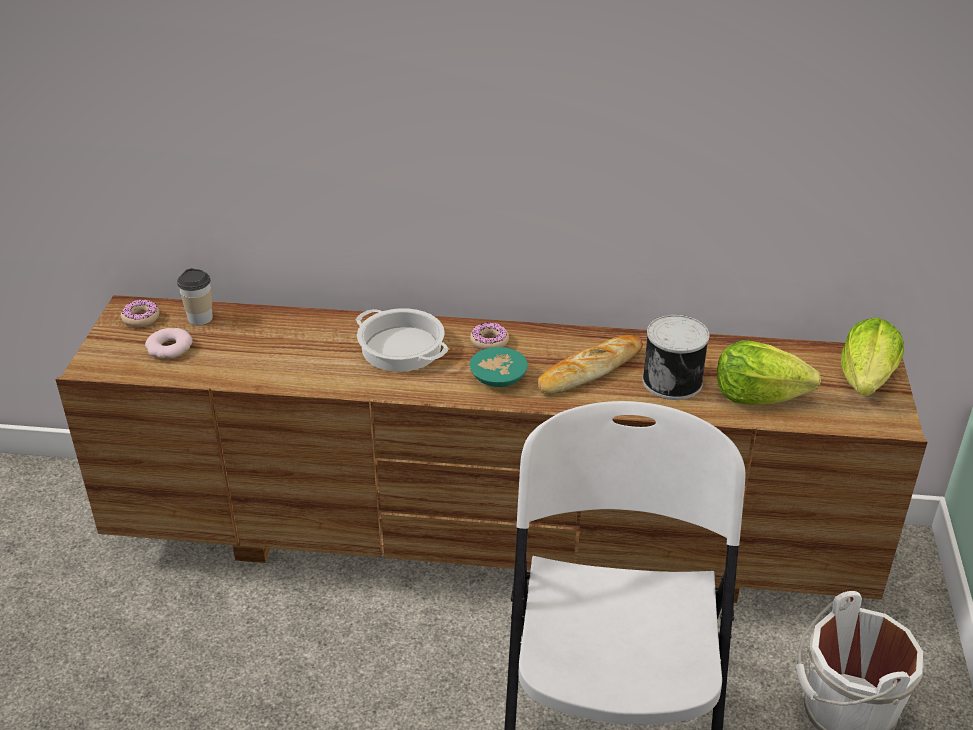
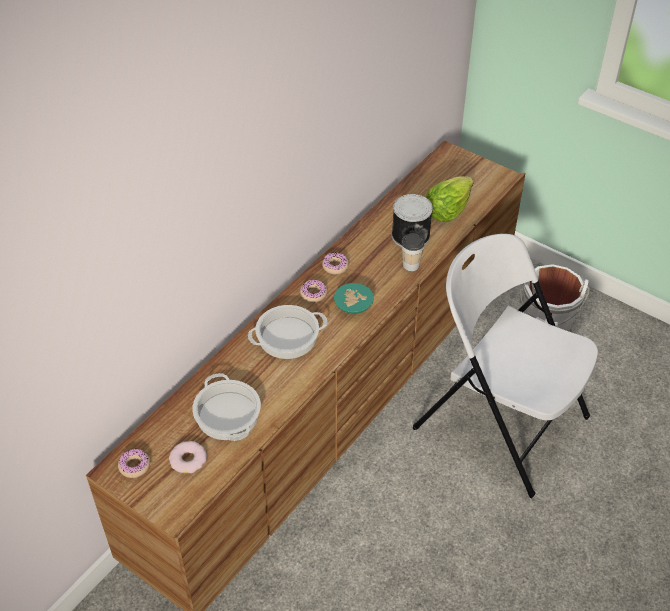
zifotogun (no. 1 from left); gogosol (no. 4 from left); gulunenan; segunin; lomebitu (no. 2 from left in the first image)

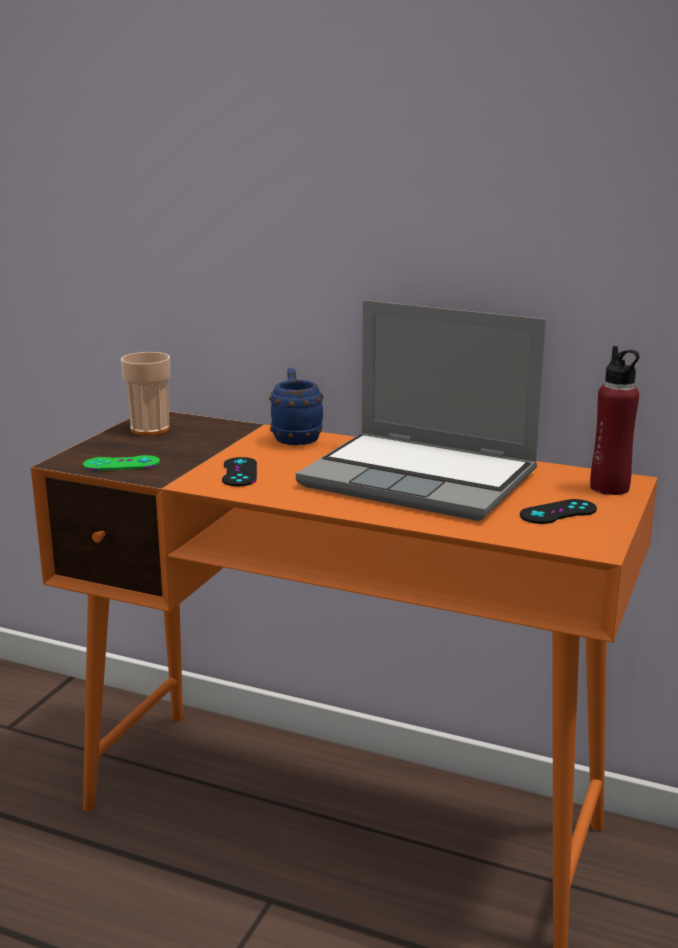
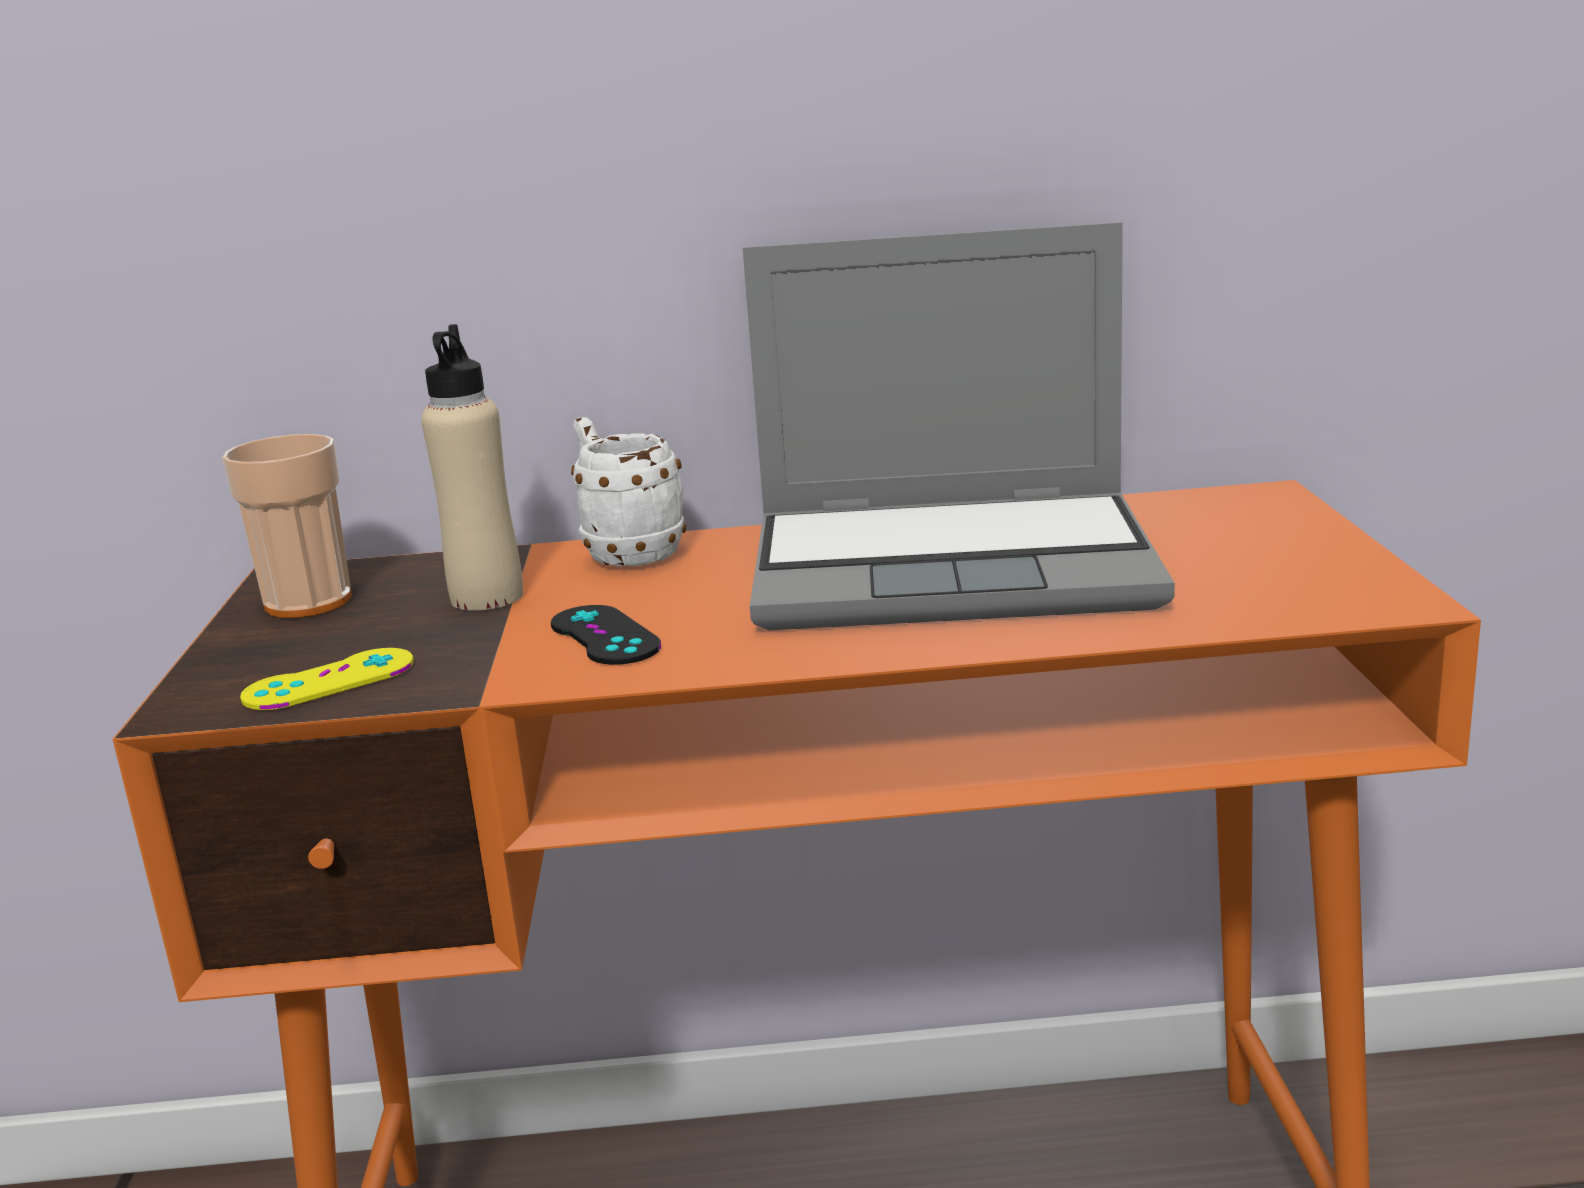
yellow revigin; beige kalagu; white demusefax; black revigin (no. 2 from left in the first image); red kalagu

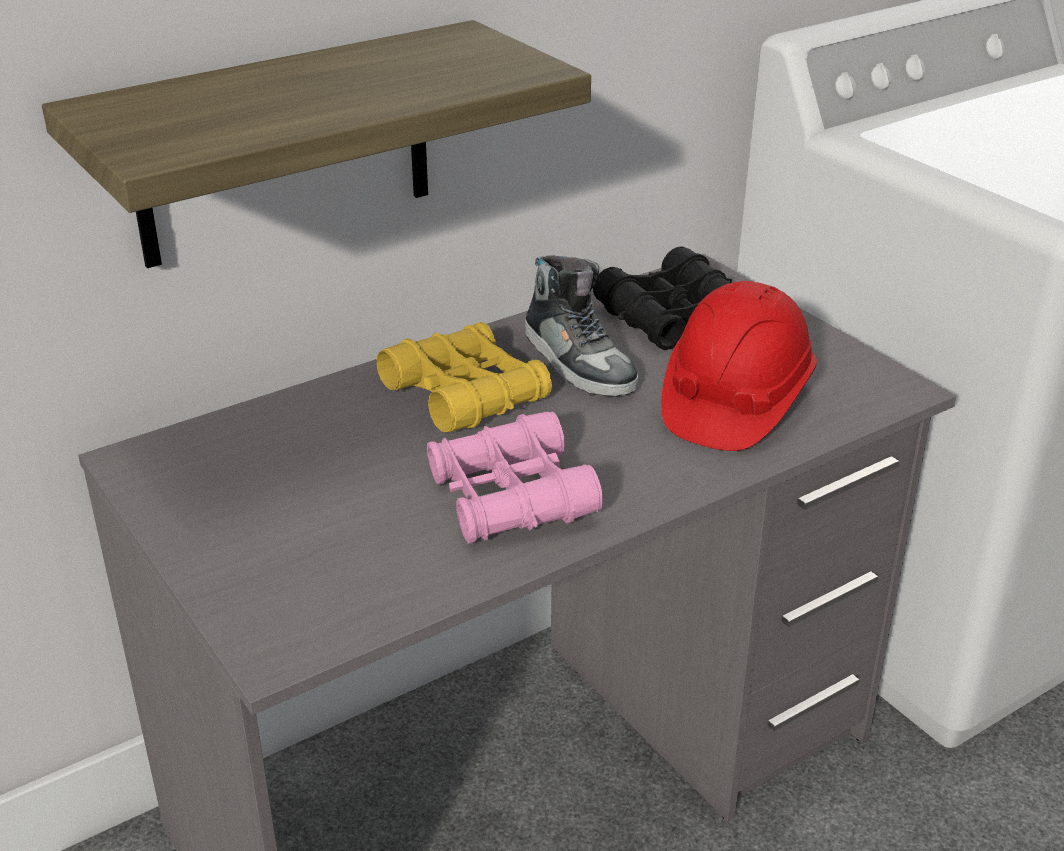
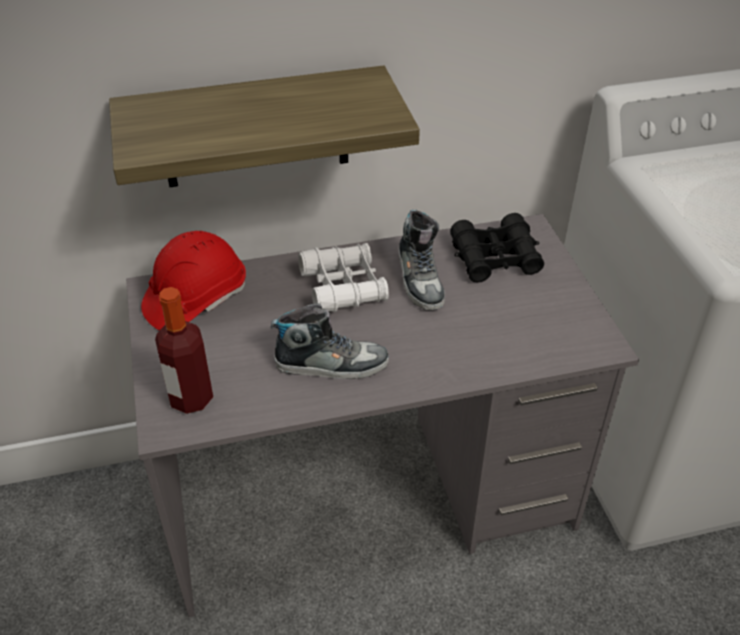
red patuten; kalagu; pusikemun (no. 1 from left); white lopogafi

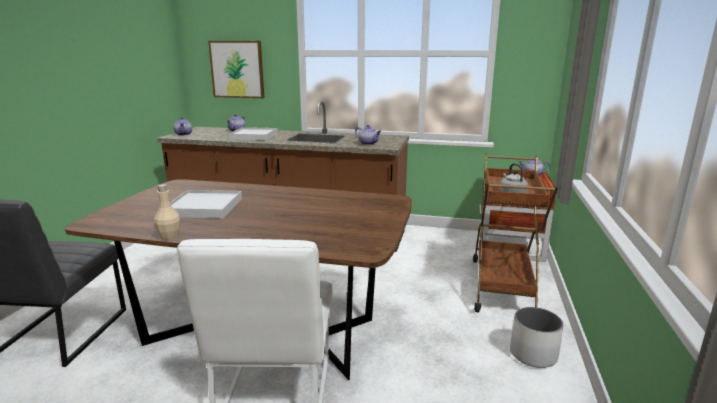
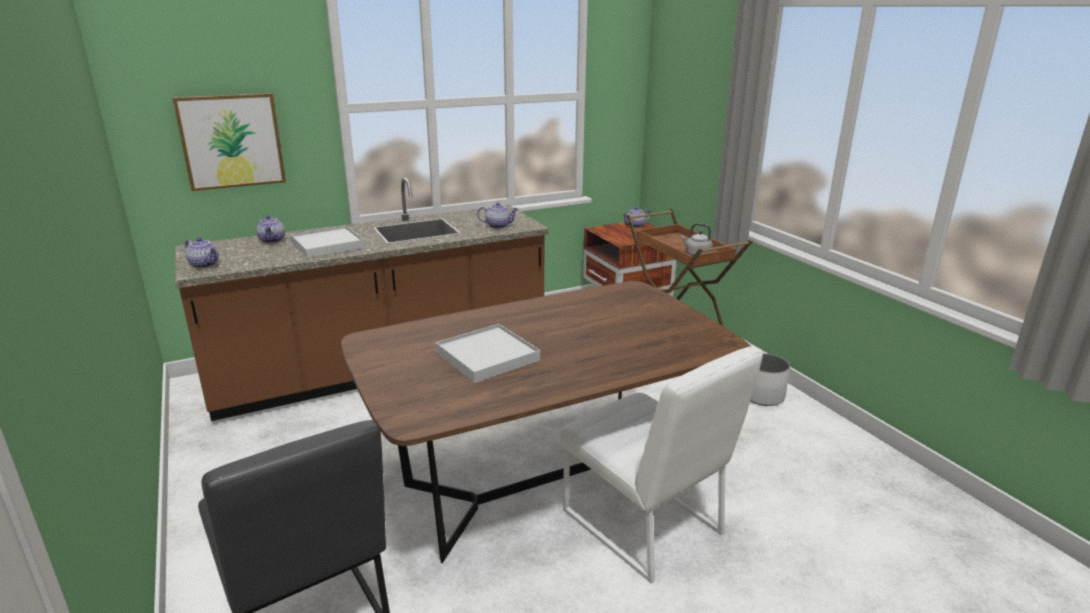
beige kalagu

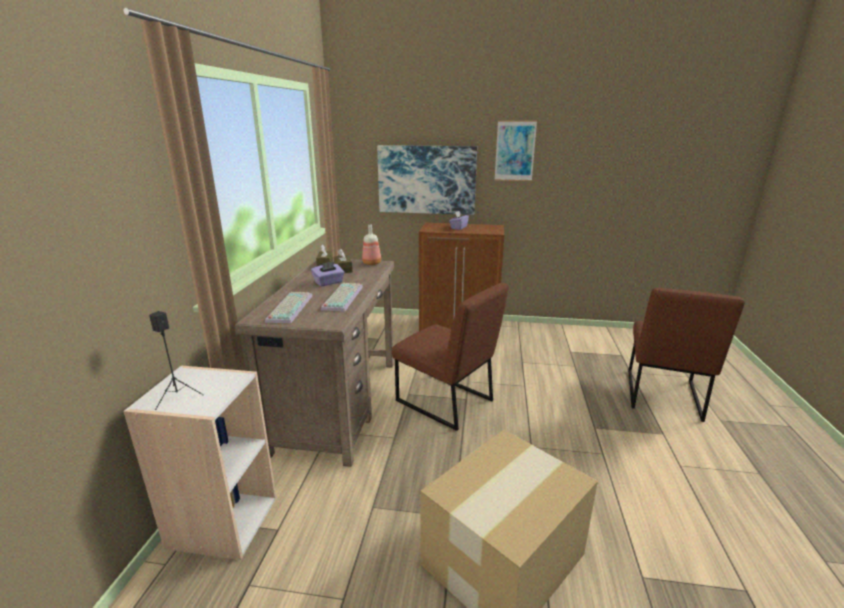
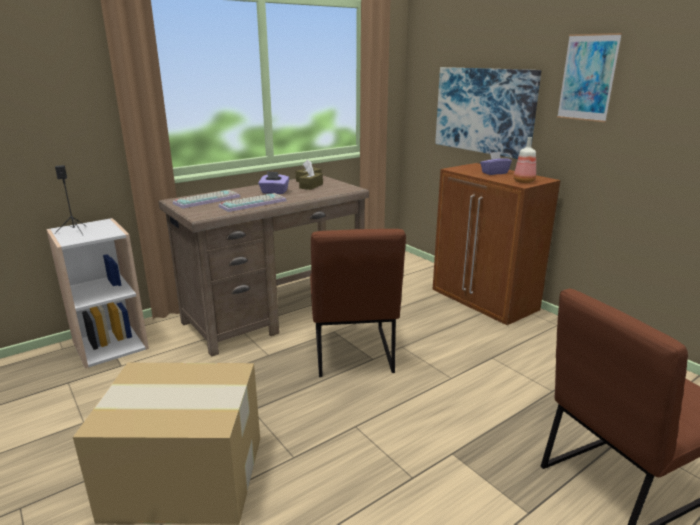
kalagu

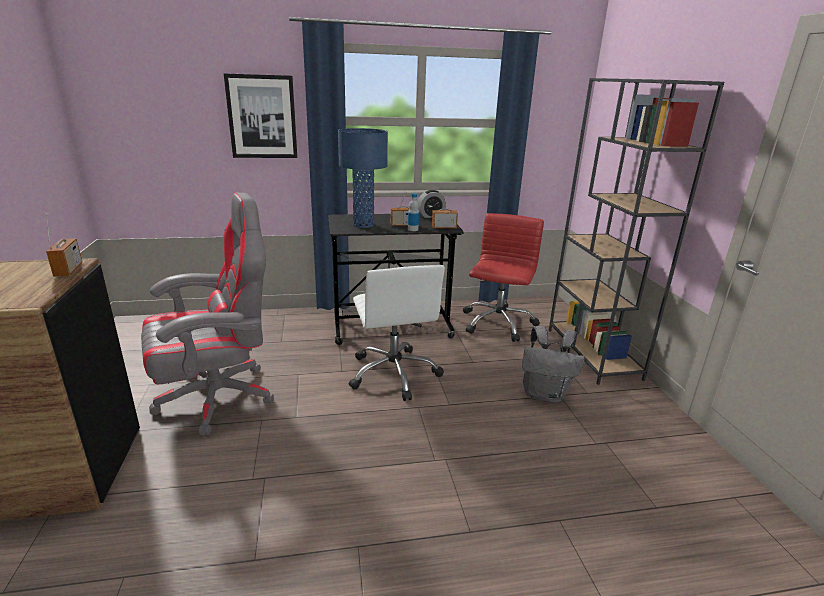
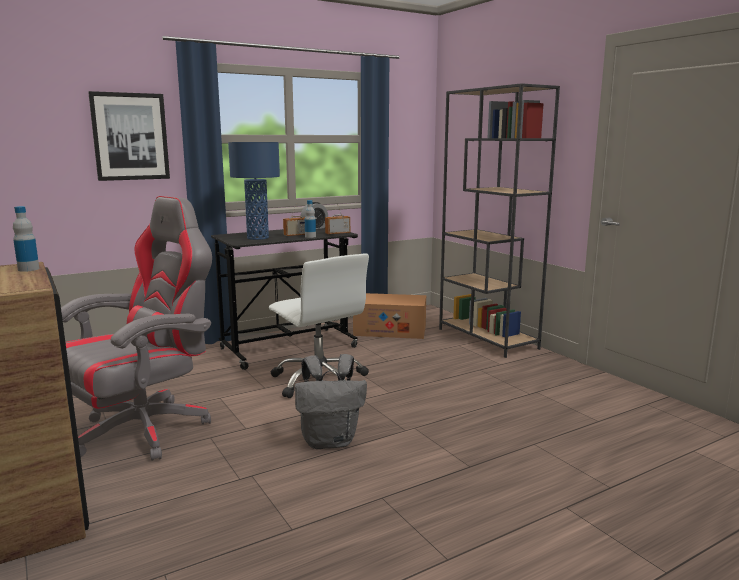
kalagu (no. 1 from left); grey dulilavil; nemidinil

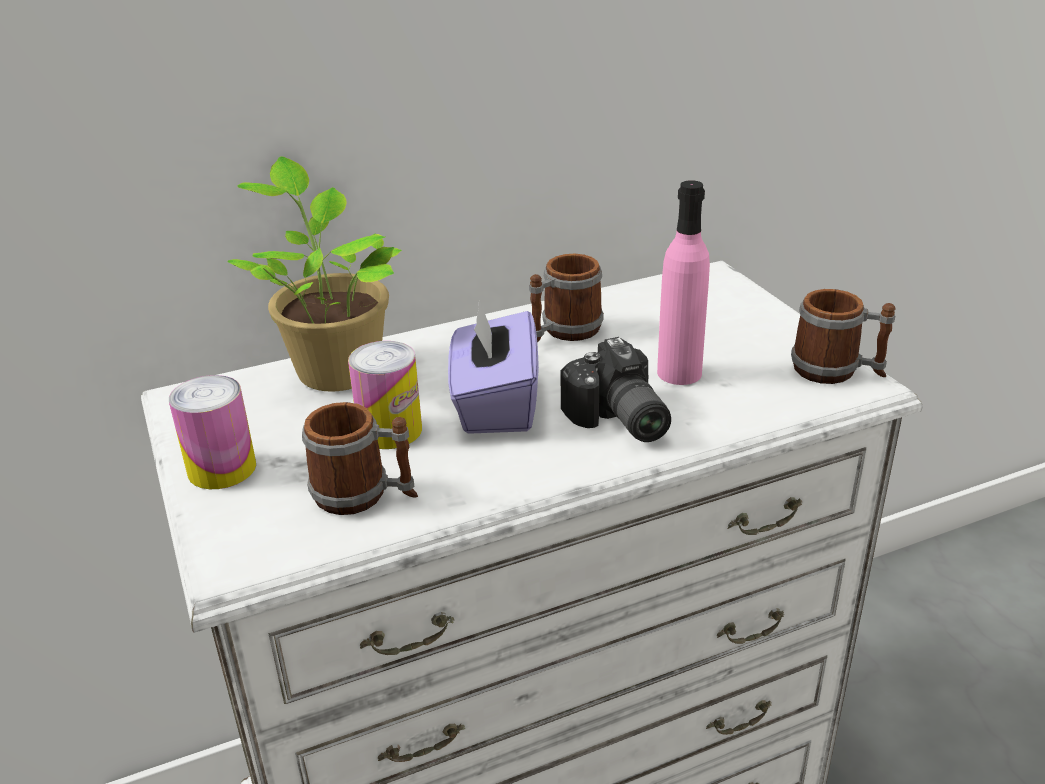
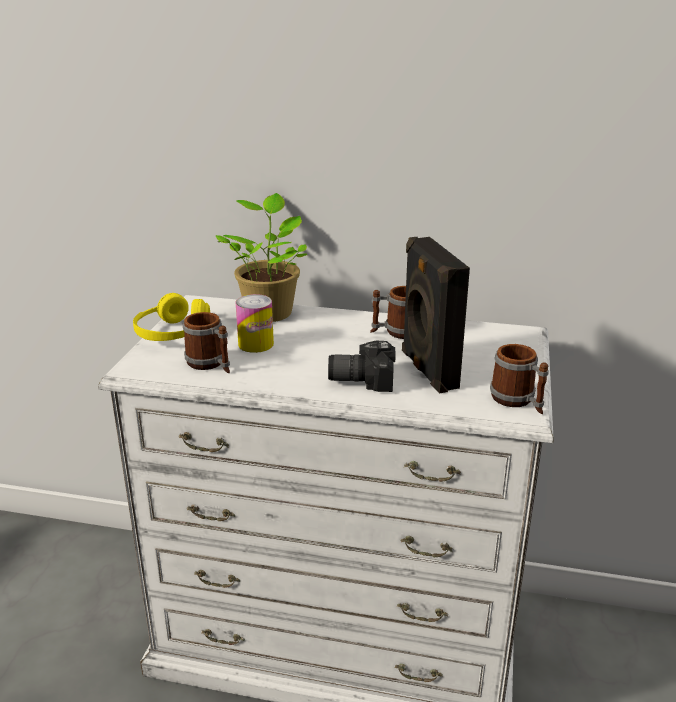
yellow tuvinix; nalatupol; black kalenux; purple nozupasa

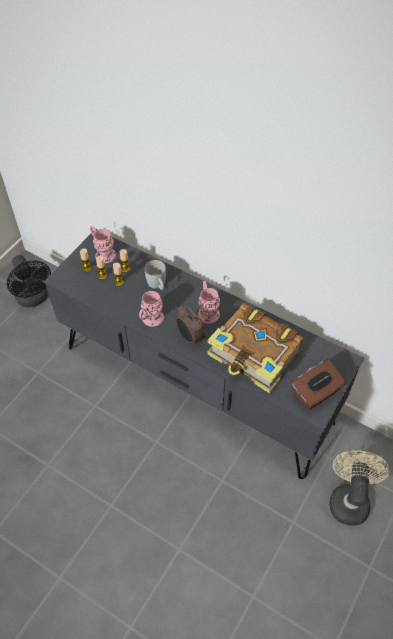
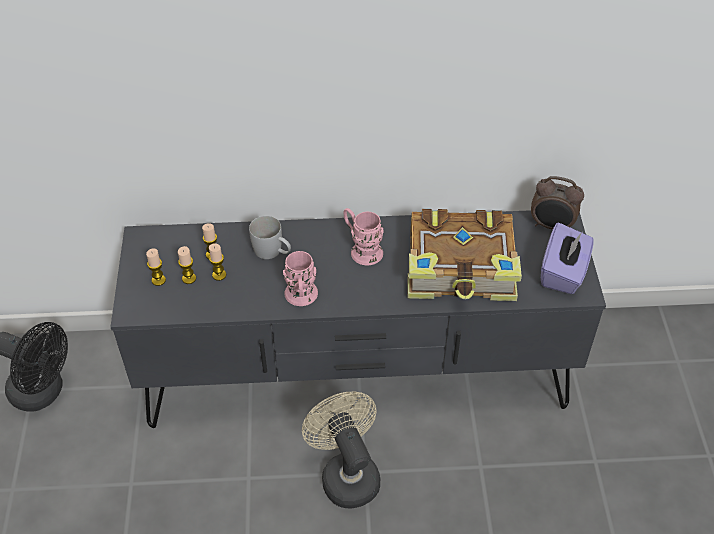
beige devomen; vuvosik; purple nozupasa; pink demusefax (no. 1 from left in the first image)

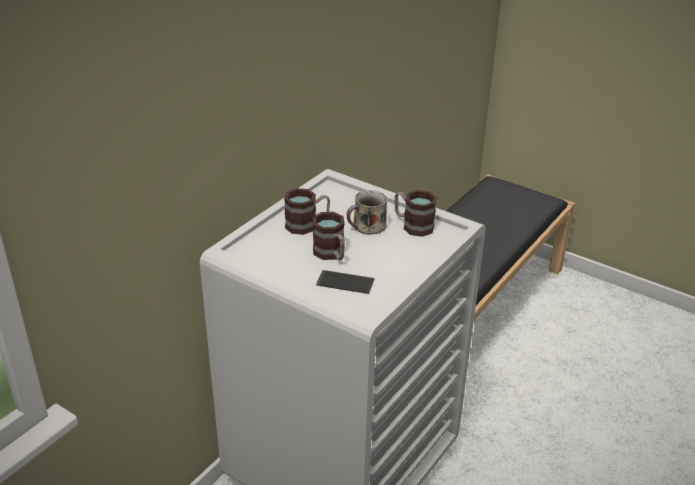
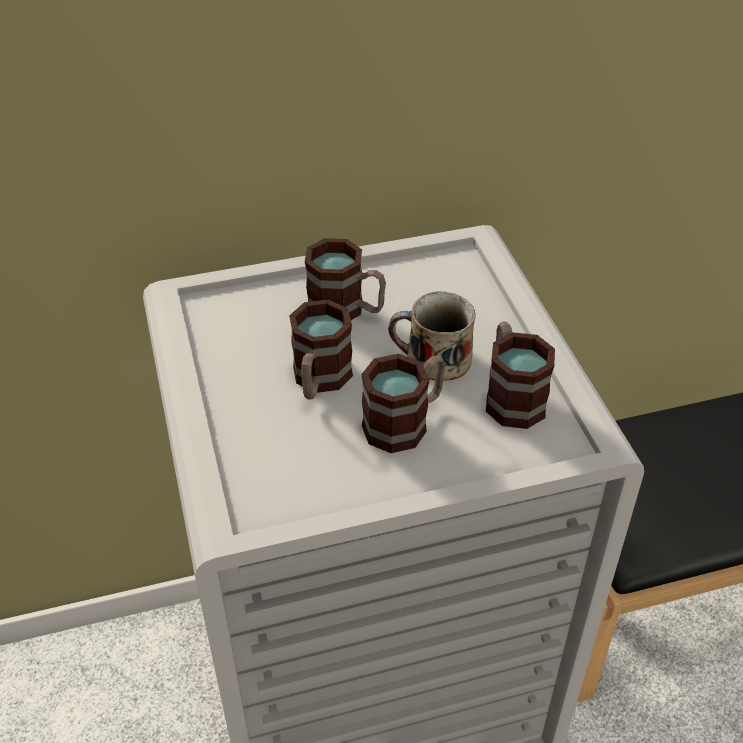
demusefax (no. 3 from left); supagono

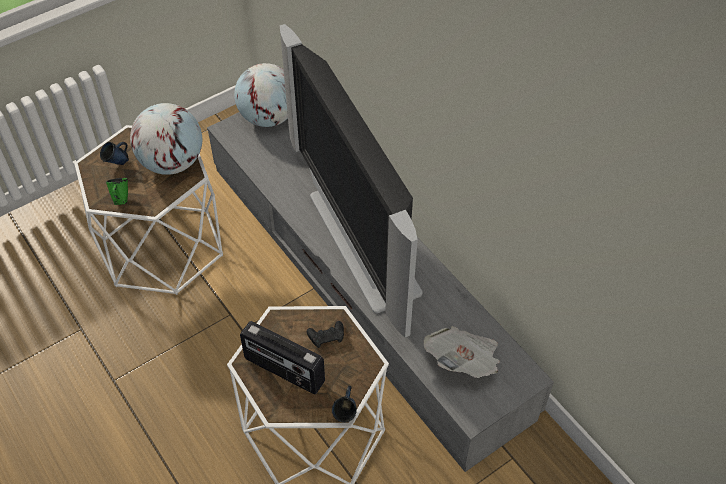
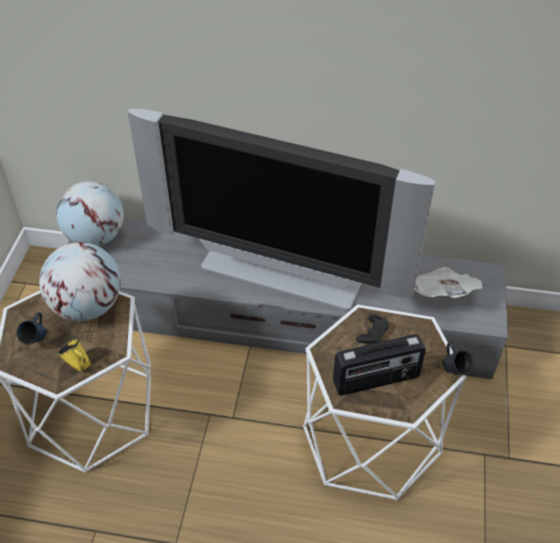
yellow demusefax

